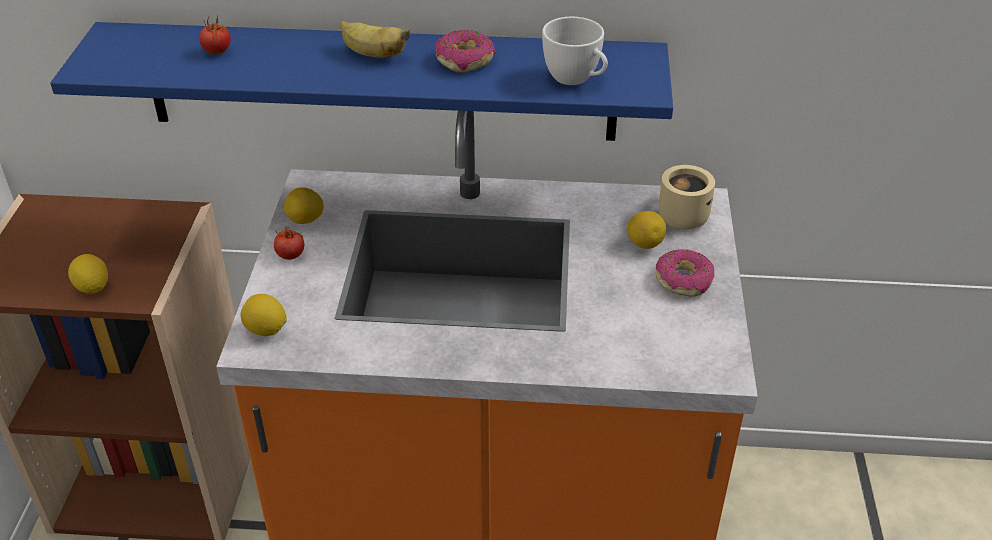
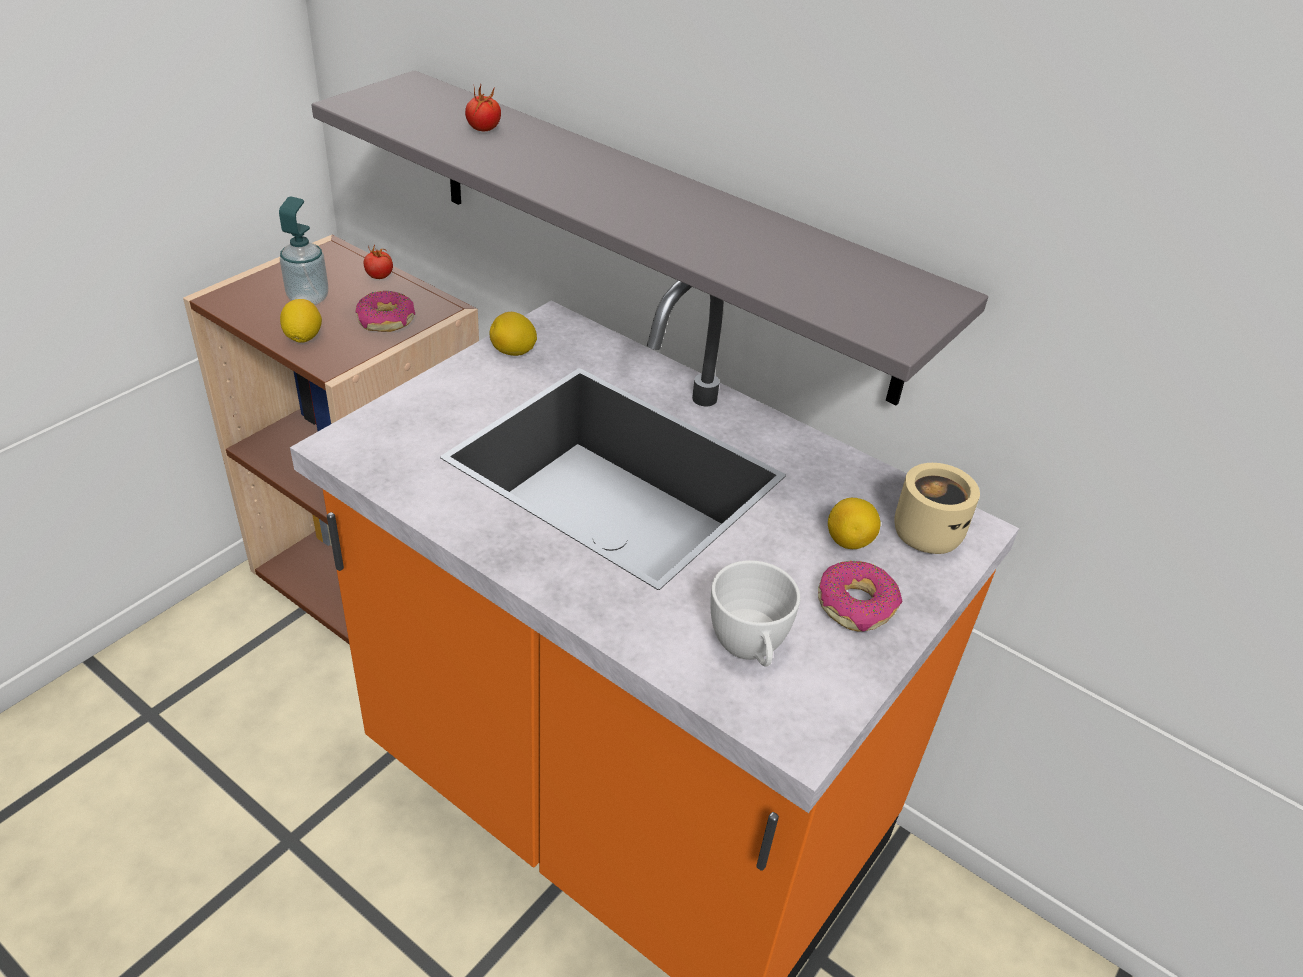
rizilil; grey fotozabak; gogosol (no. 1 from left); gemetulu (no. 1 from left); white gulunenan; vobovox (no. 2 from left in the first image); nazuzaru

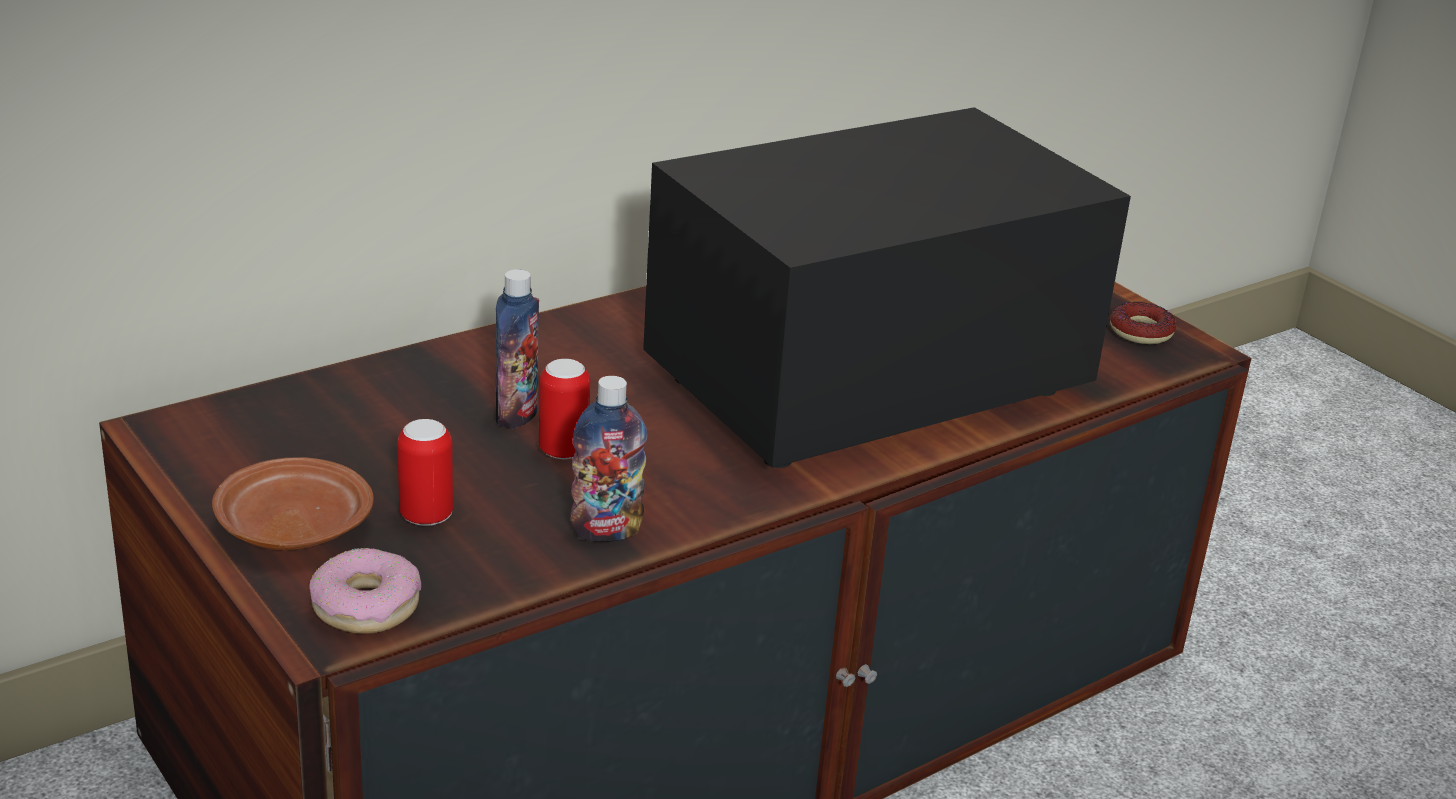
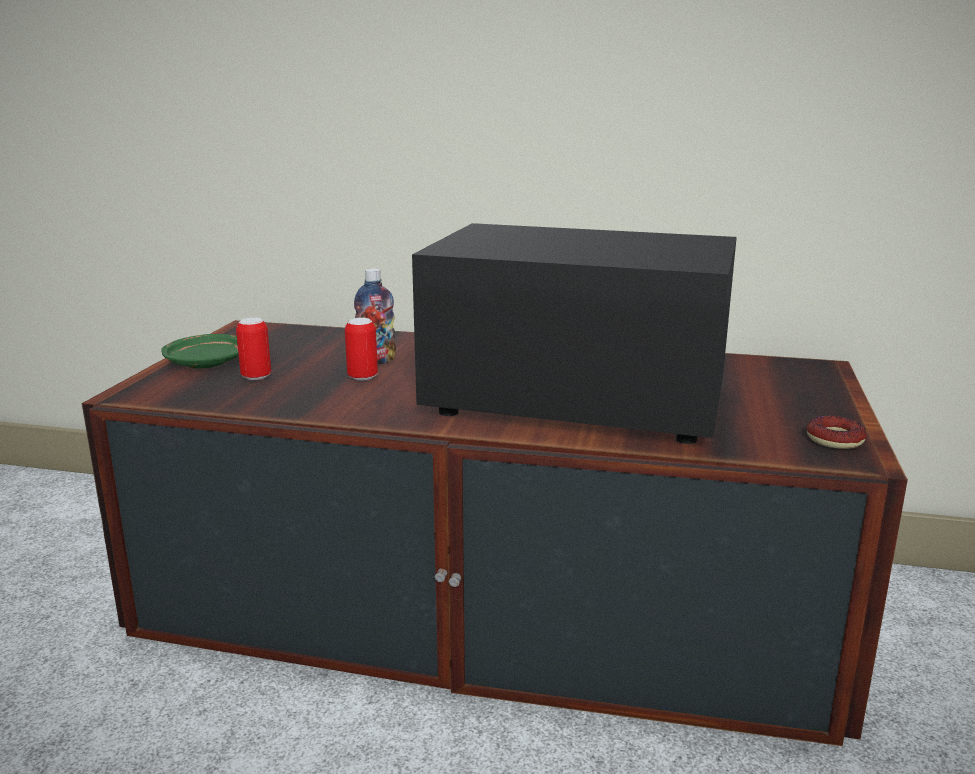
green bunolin; gogosol (no. 1 from left in the first image); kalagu (no. 2 from left in the first image)

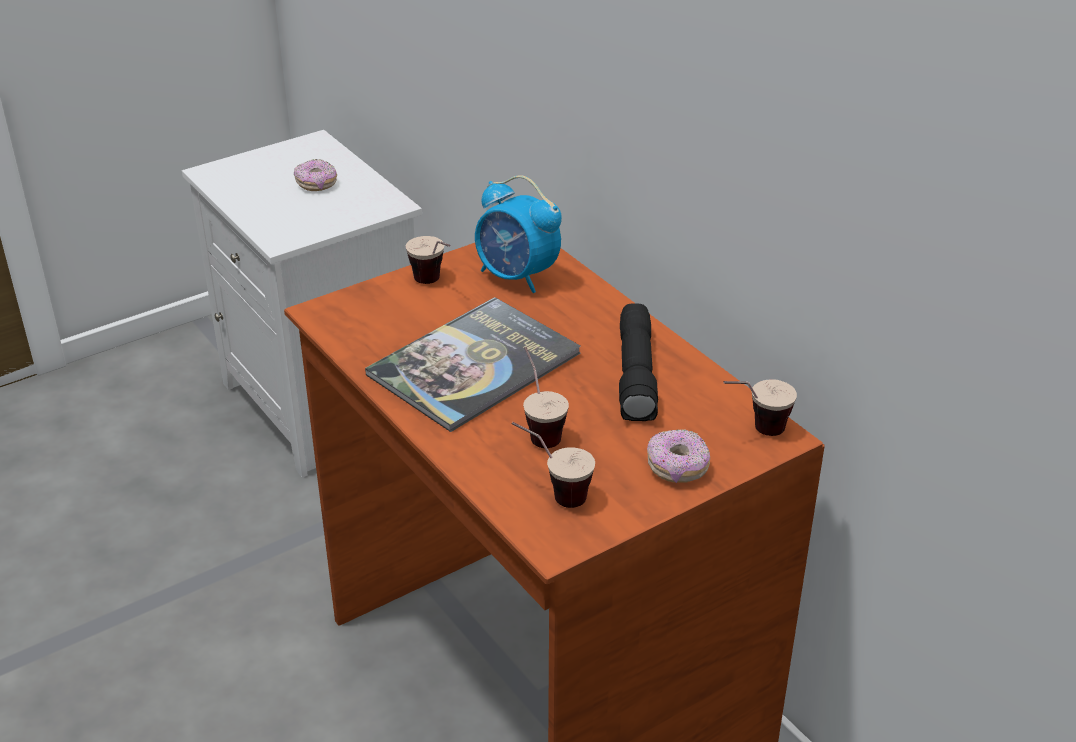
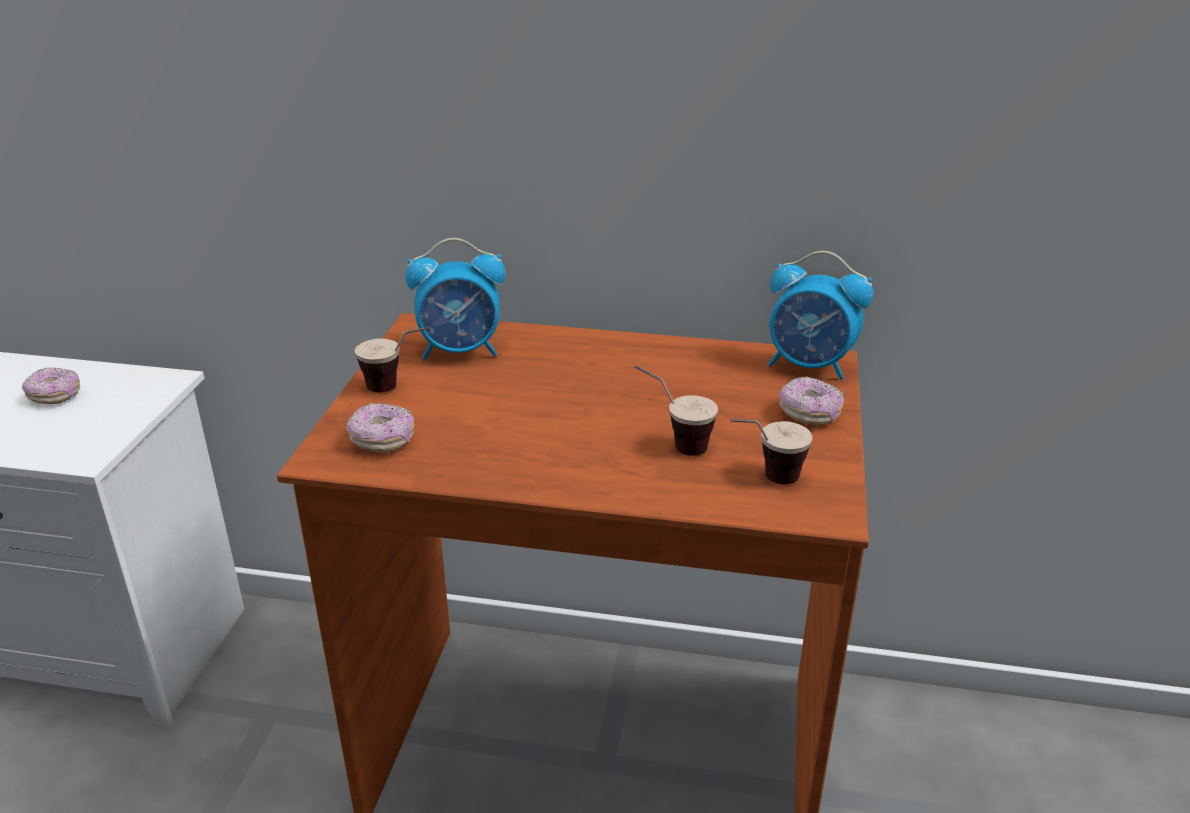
gogosol (no. 2 from left); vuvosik (no. 2 from left); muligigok; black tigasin

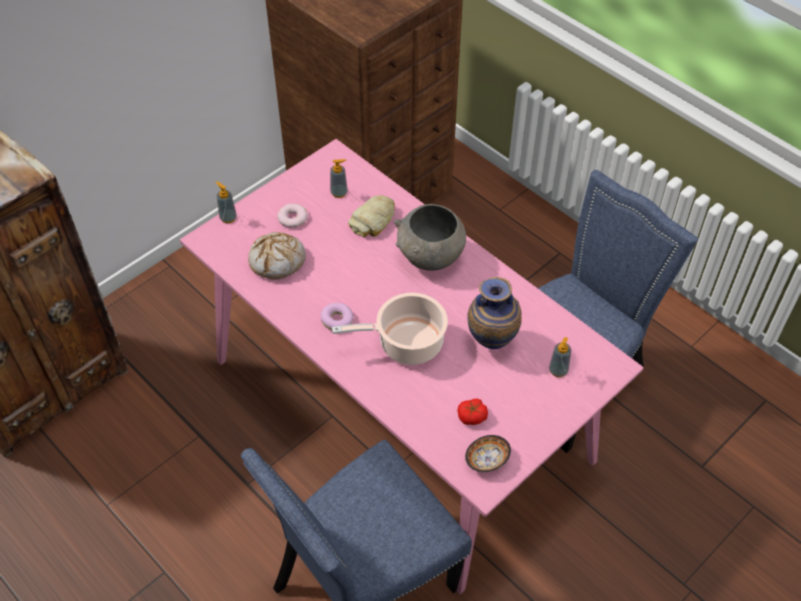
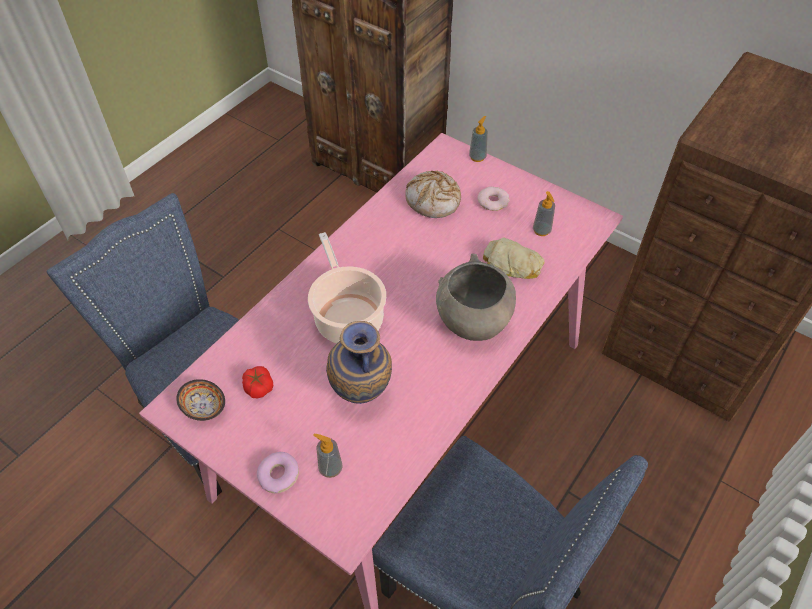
gogosol (no. 1 from left)

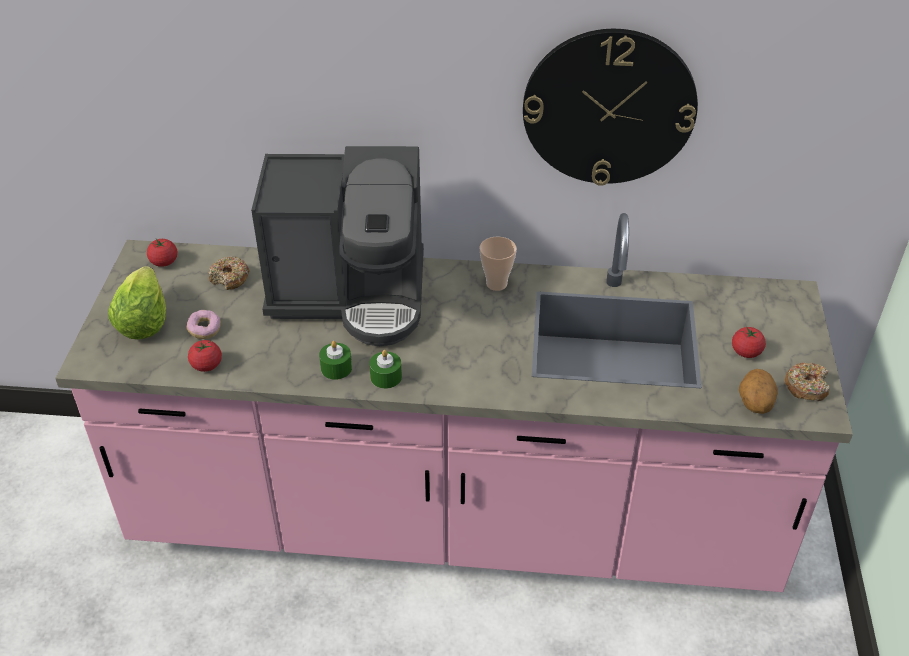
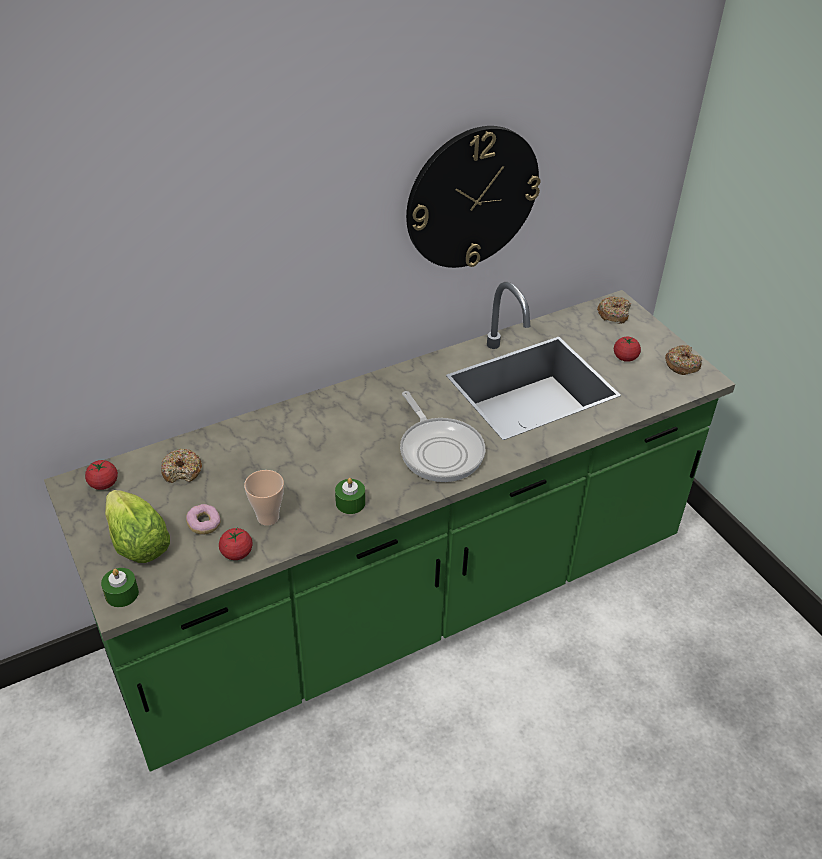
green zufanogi; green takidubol (no. 1 from left); gulunenan; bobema; gogosol (no. 3 from left); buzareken; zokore

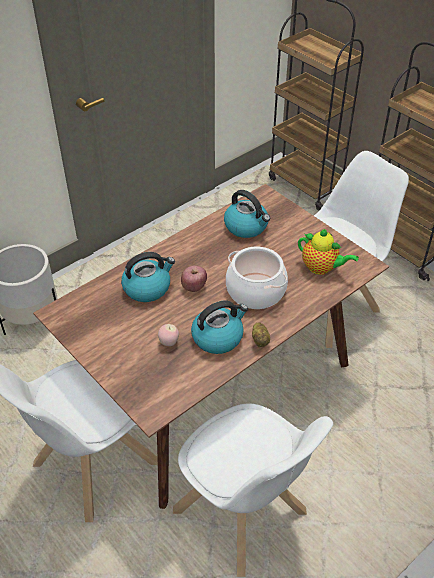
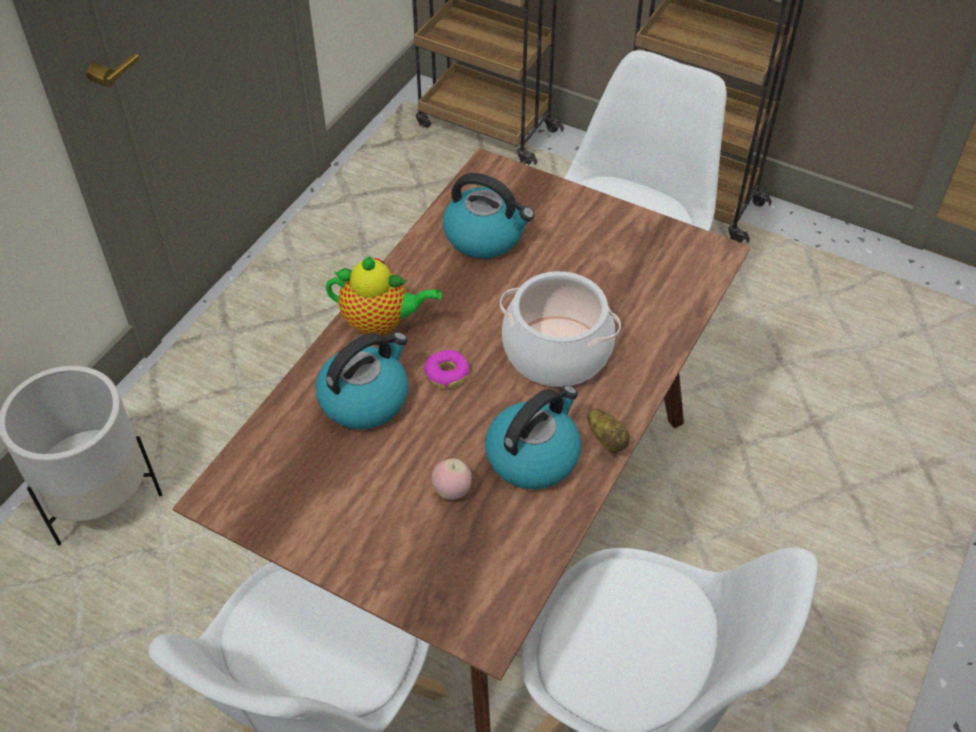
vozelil; gogosol

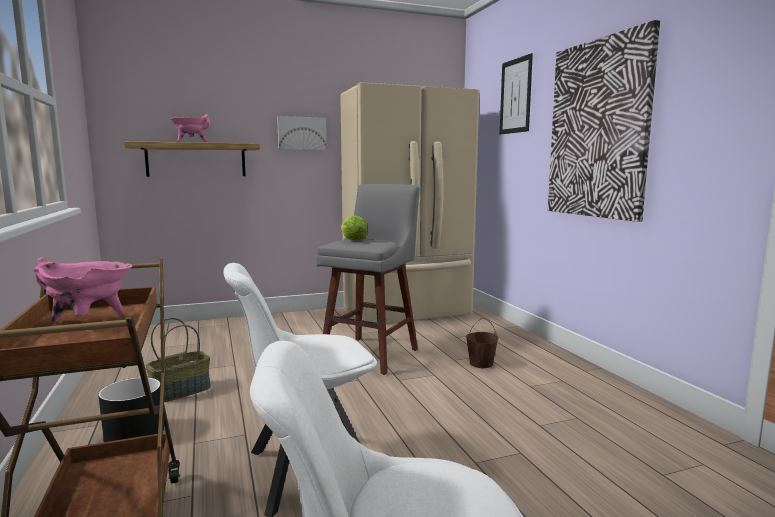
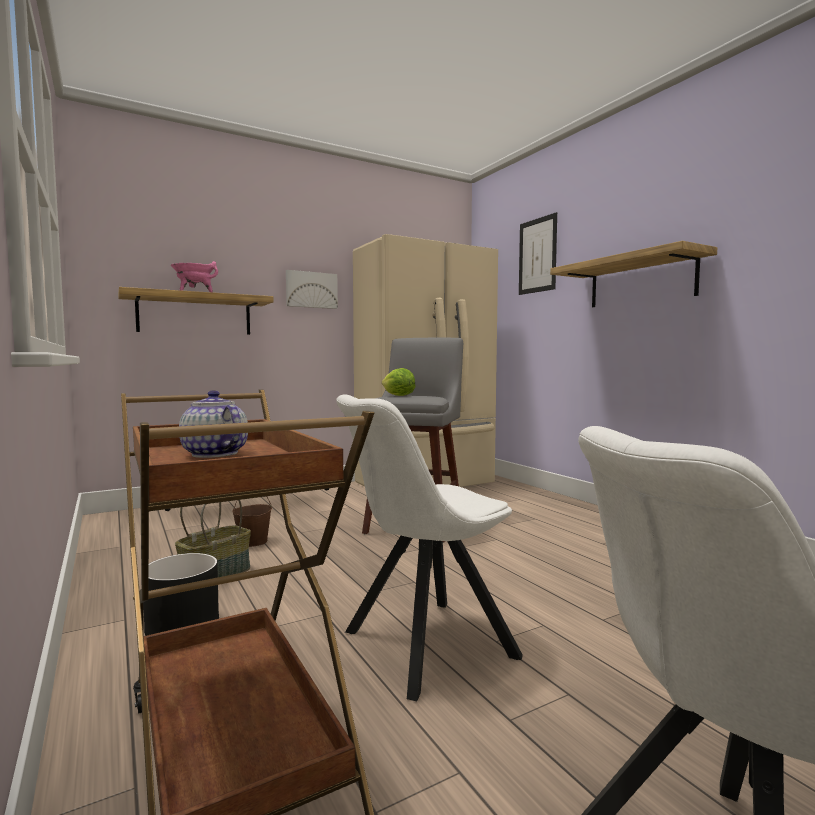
vozelil; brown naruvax; fotozabak (no. 2 from left)

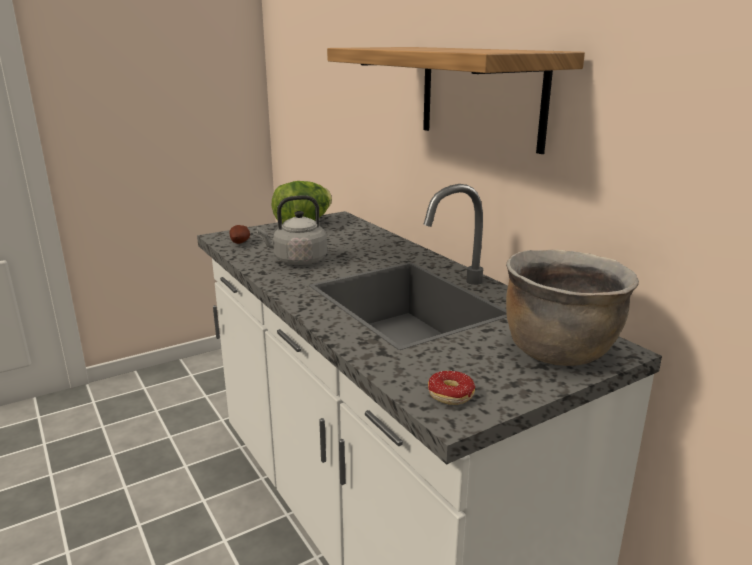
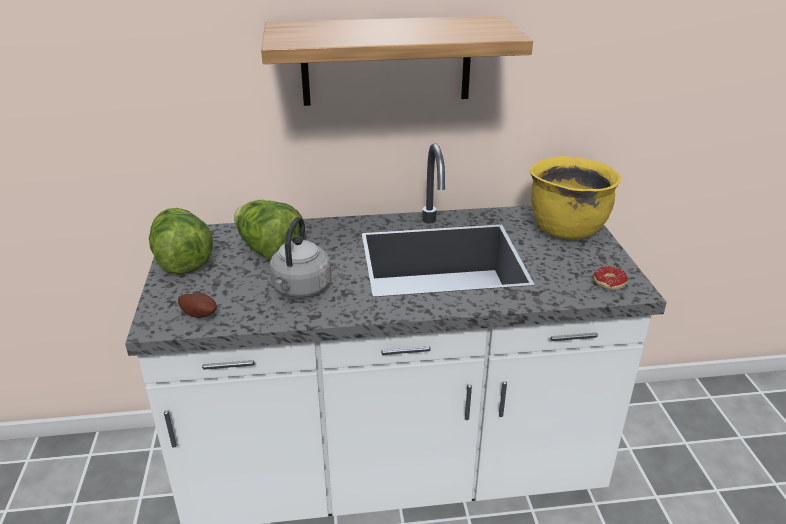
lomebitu (no. 2 from left); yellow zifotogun

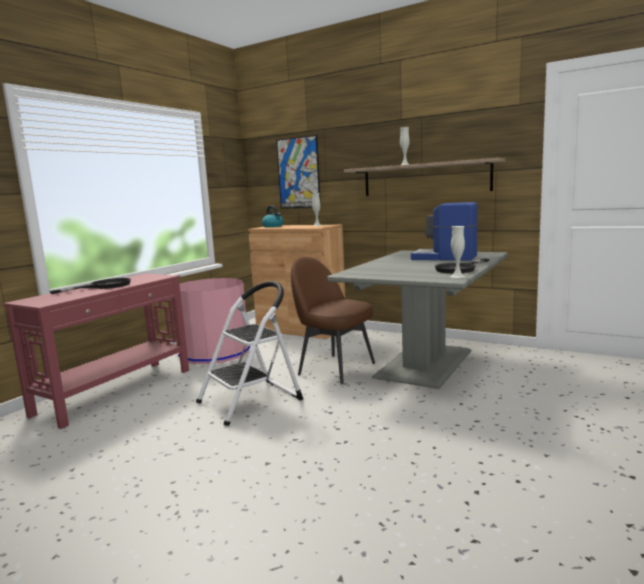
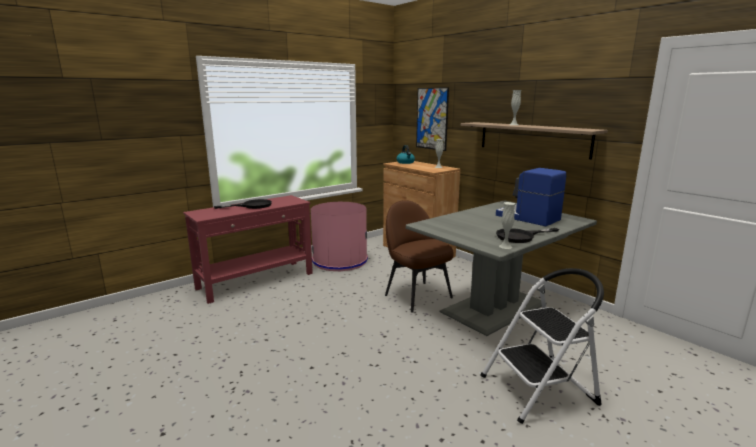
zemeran

